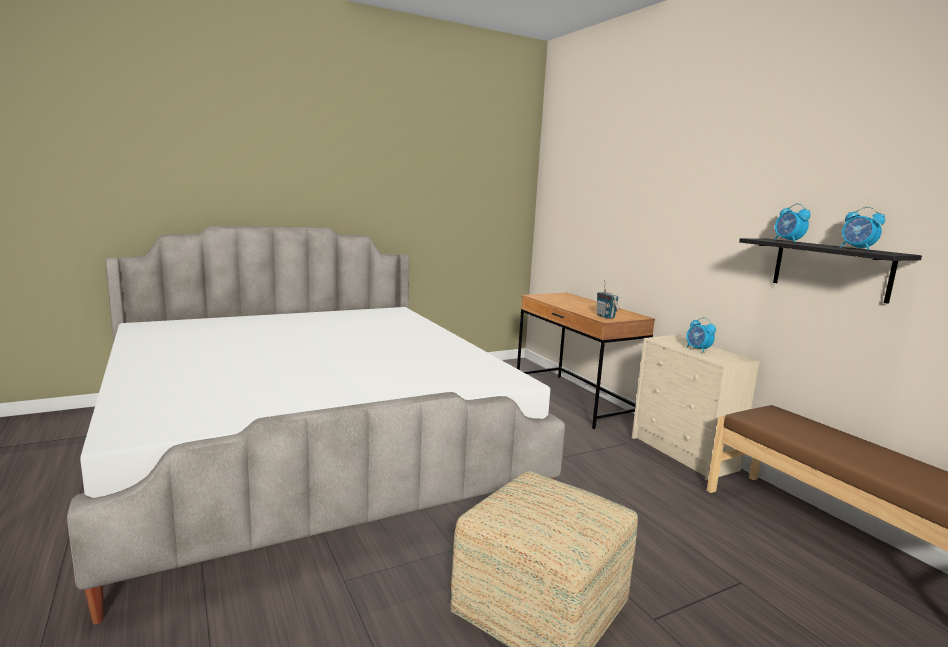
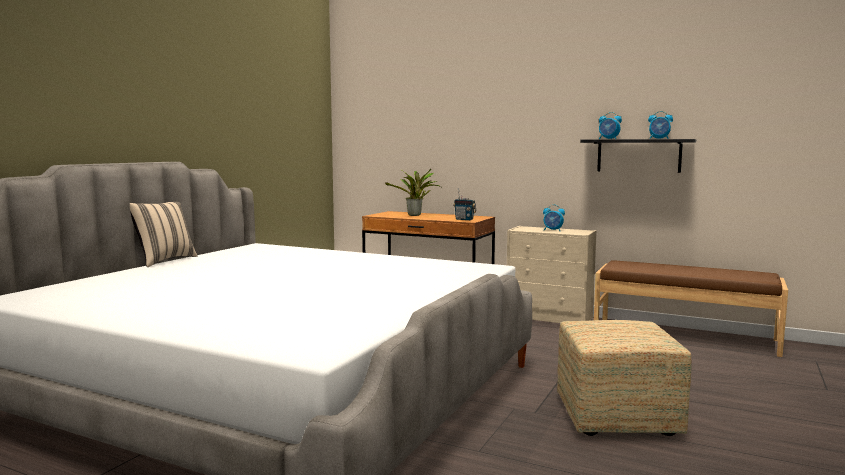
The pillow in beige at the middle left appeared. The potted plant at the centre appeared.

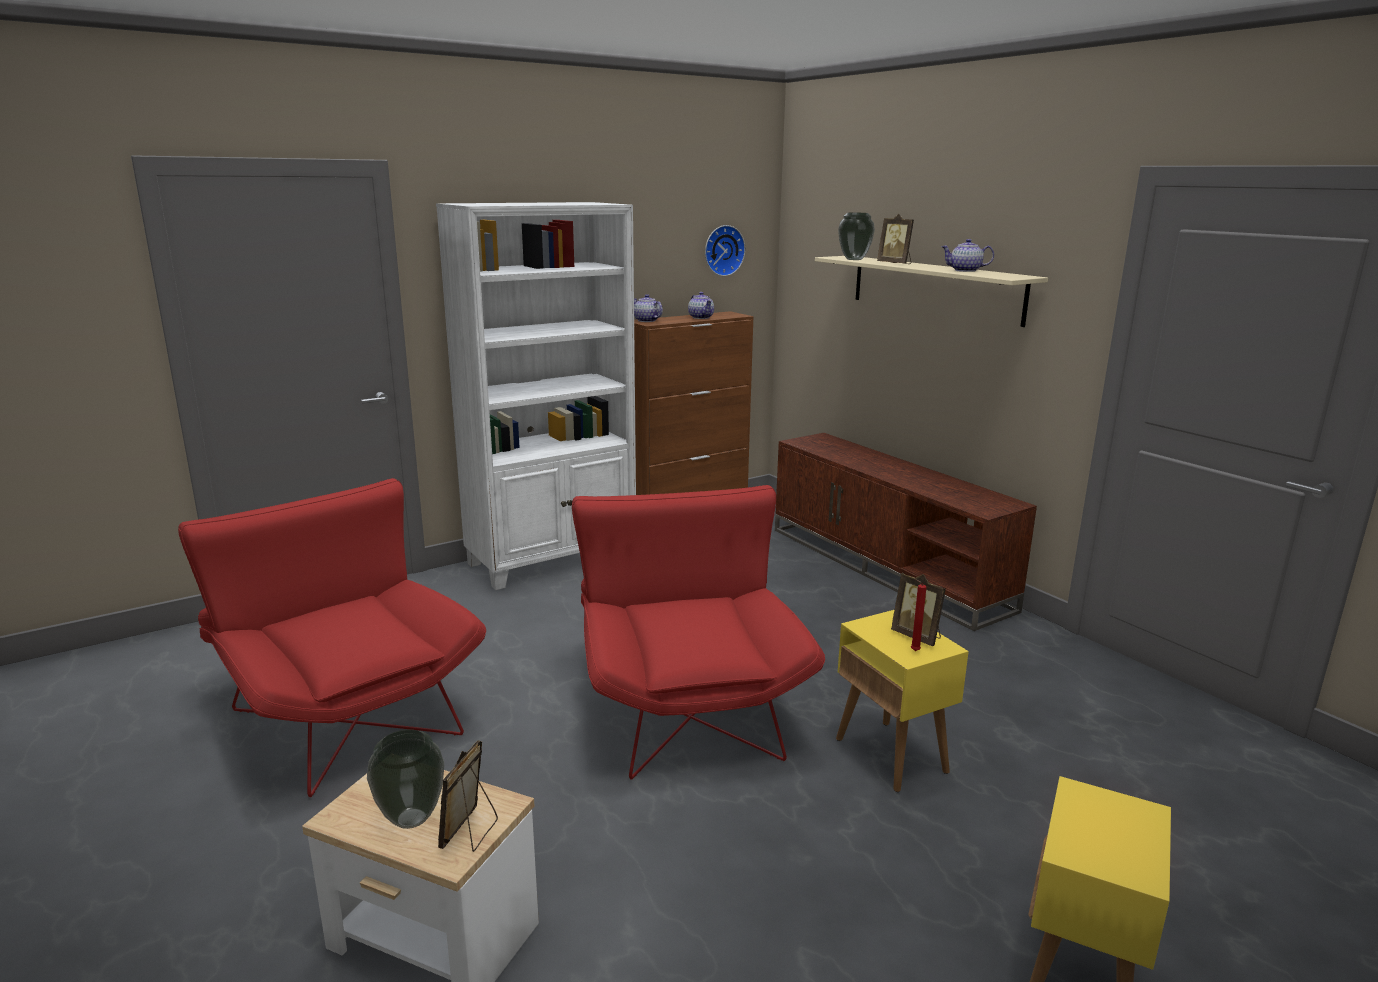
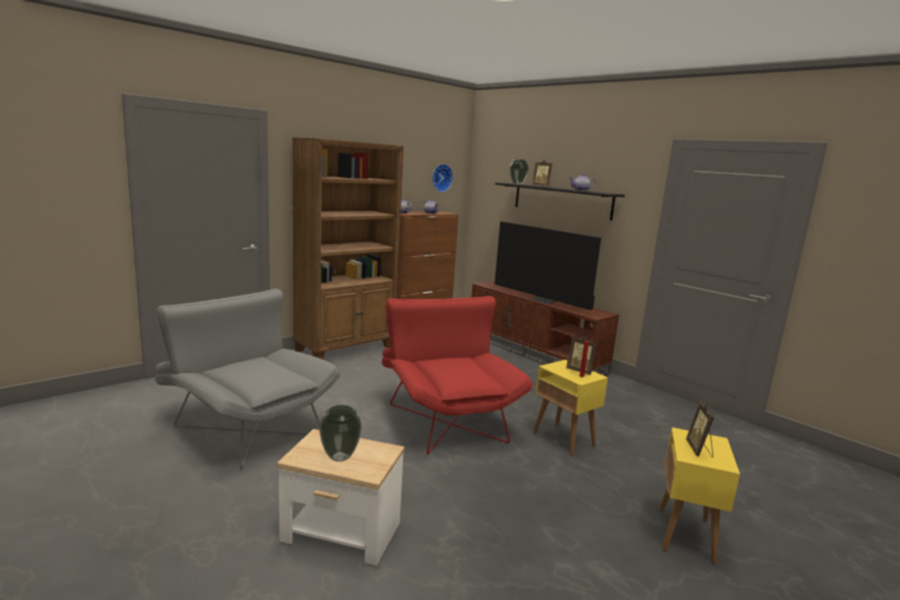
The television at the centre appeared. The picture frame (no. 1 from left in the first image) moved from the bottom centre to the bottom right. The armchair in red (no. 1 from left) at the middle left became the armchair in grey at the middle left. The bookcase in white at the centre became the bookcase in brown at the centre. The shelf in beige at the top right became the shelf in black at the centre.

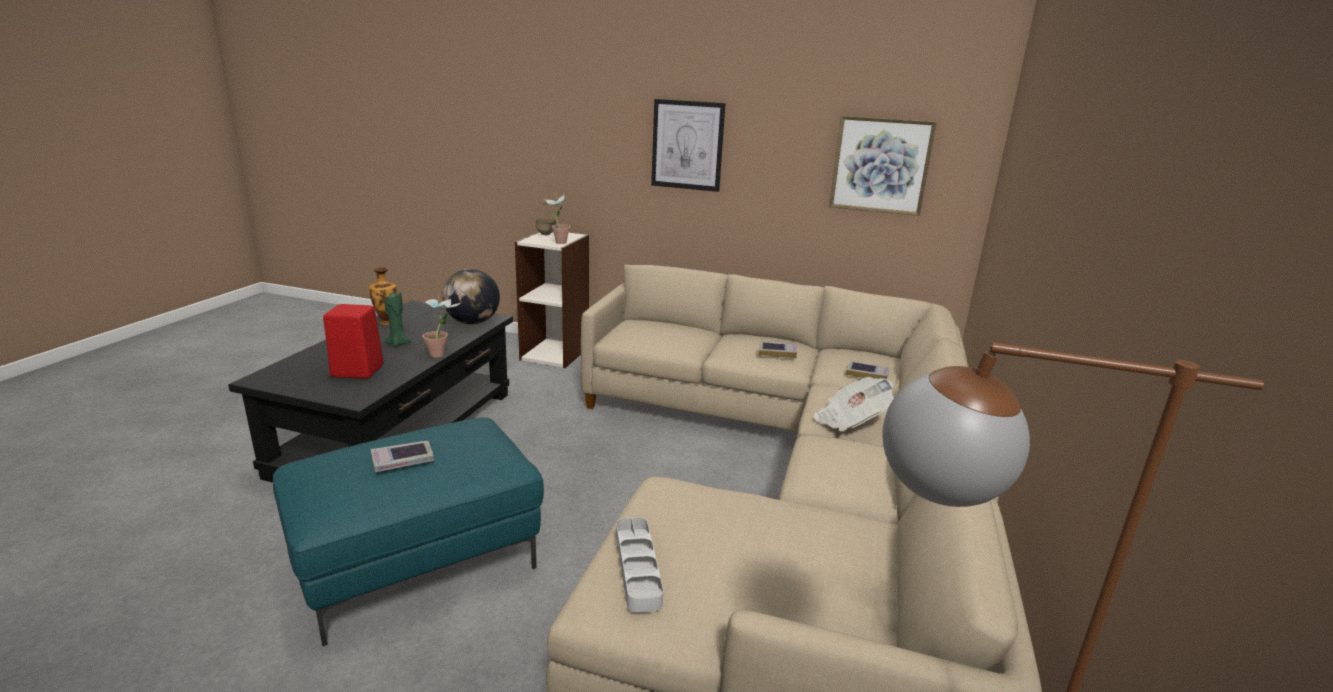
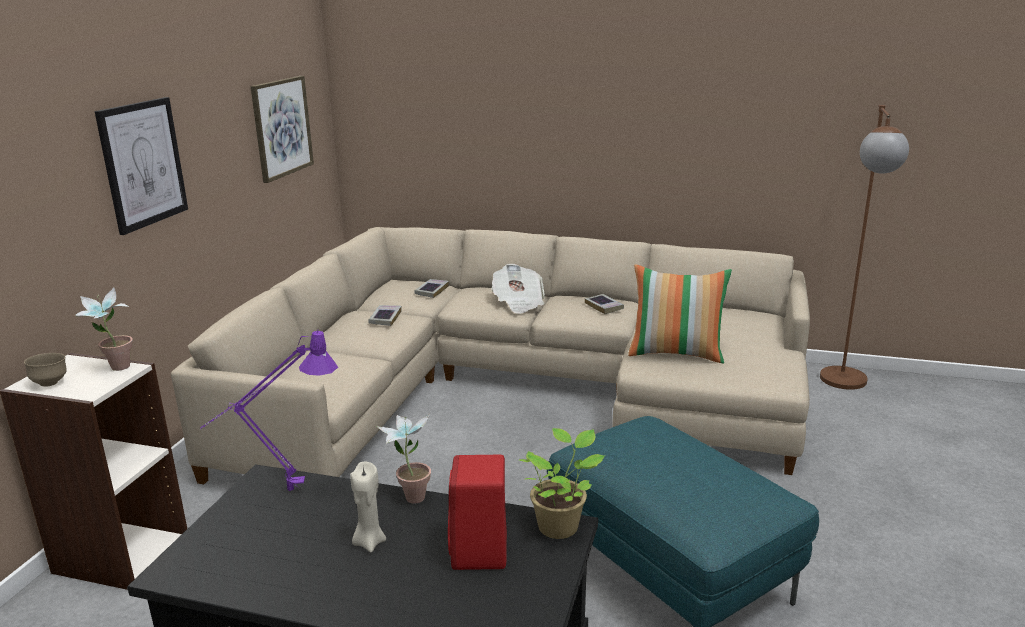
The vase at the middle left disappeared. The tray in grey at the bottom centre disappeared. The potted plant (no. 3 from left) at the bottom centre appeared. The pillow at the centre appeared. The book (no. 1 from left in the first image) moved from the middle left to the centre. The globe at the centre was replaced by the table lamp in purple at the middle left. The candle in green at the middle left became the candle in beige at the bottom centre.

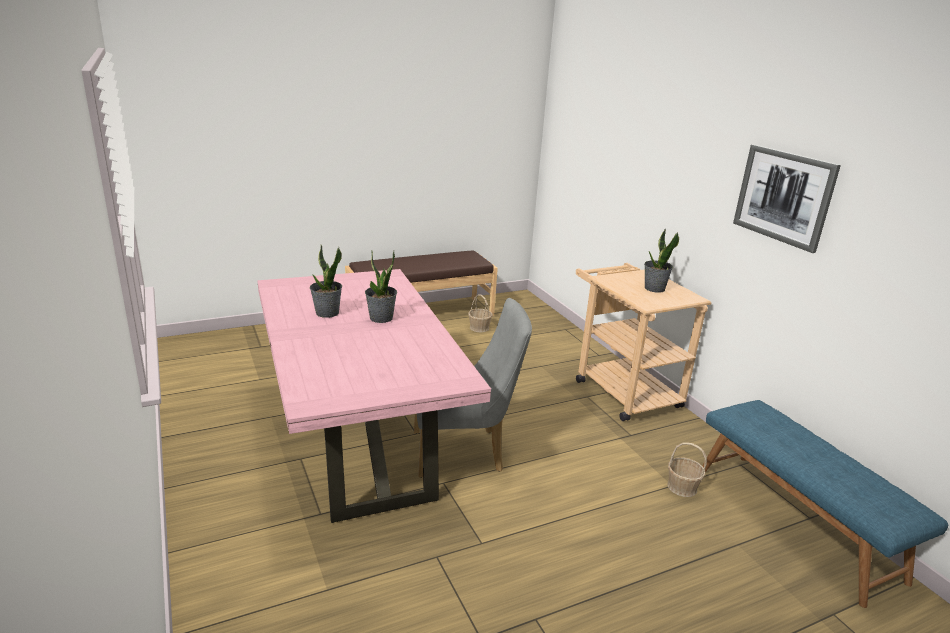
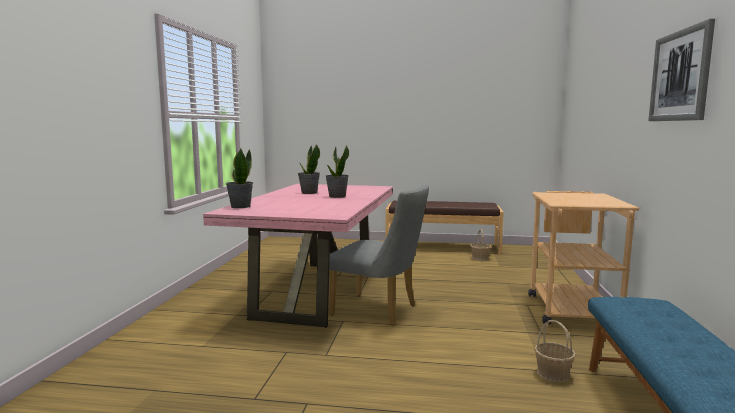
The potted plant (no. 3 from left in the first image) moved from the middle right to the middle left.

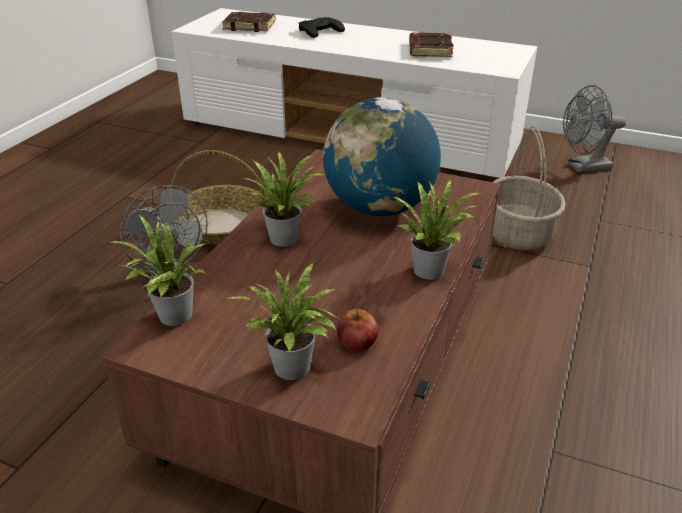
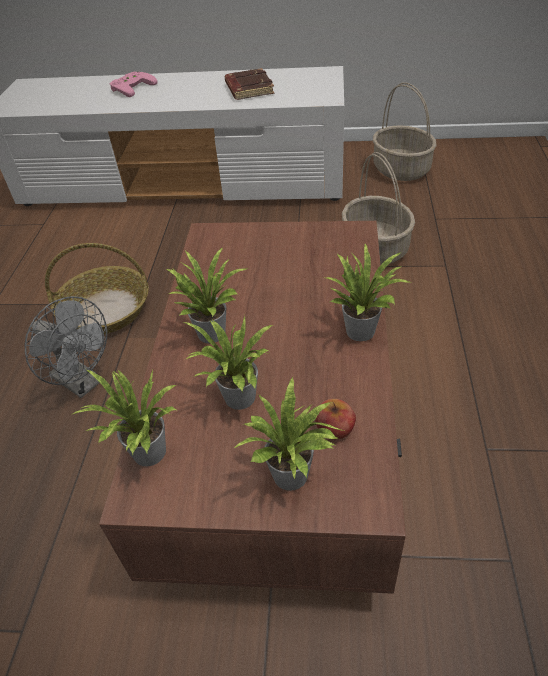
The book in brown (no. 1 from left) at the top centre disappeared. The globe at the top centre disappeared. The potted plant (no. 3 from left) at the centre appeared. The fan in grey (no. 2 from left) at the top right was replaced by the basket (no. 3 from left) at the top right. The game controller in black at the top centre became the game controller in pink at the top left.

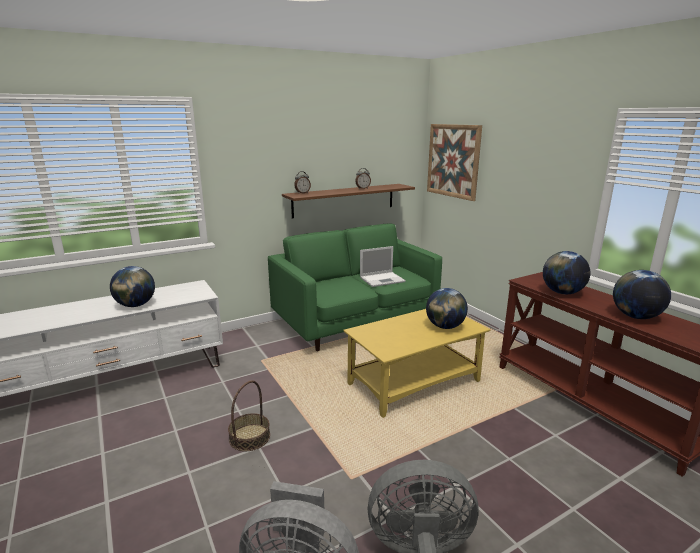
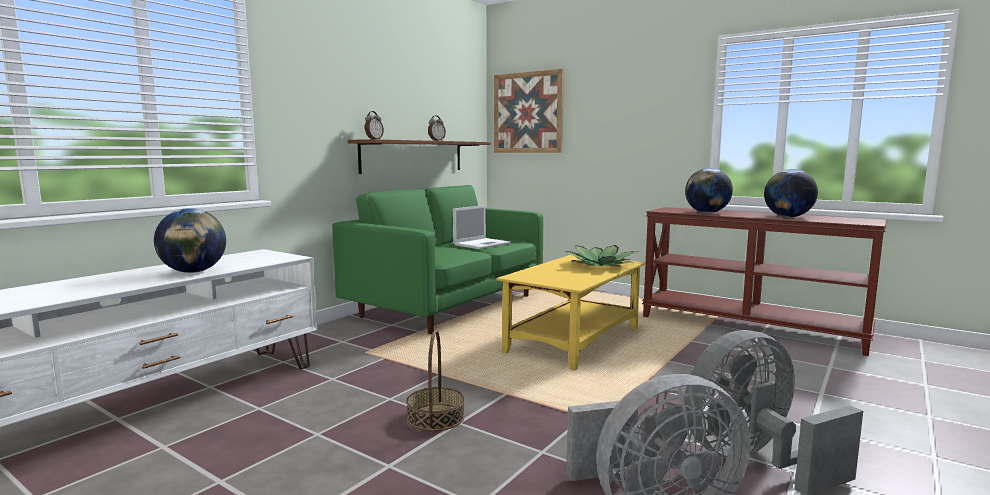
The globe (no. 2 from left) at the centre was replaced by the potted plant at the centre.

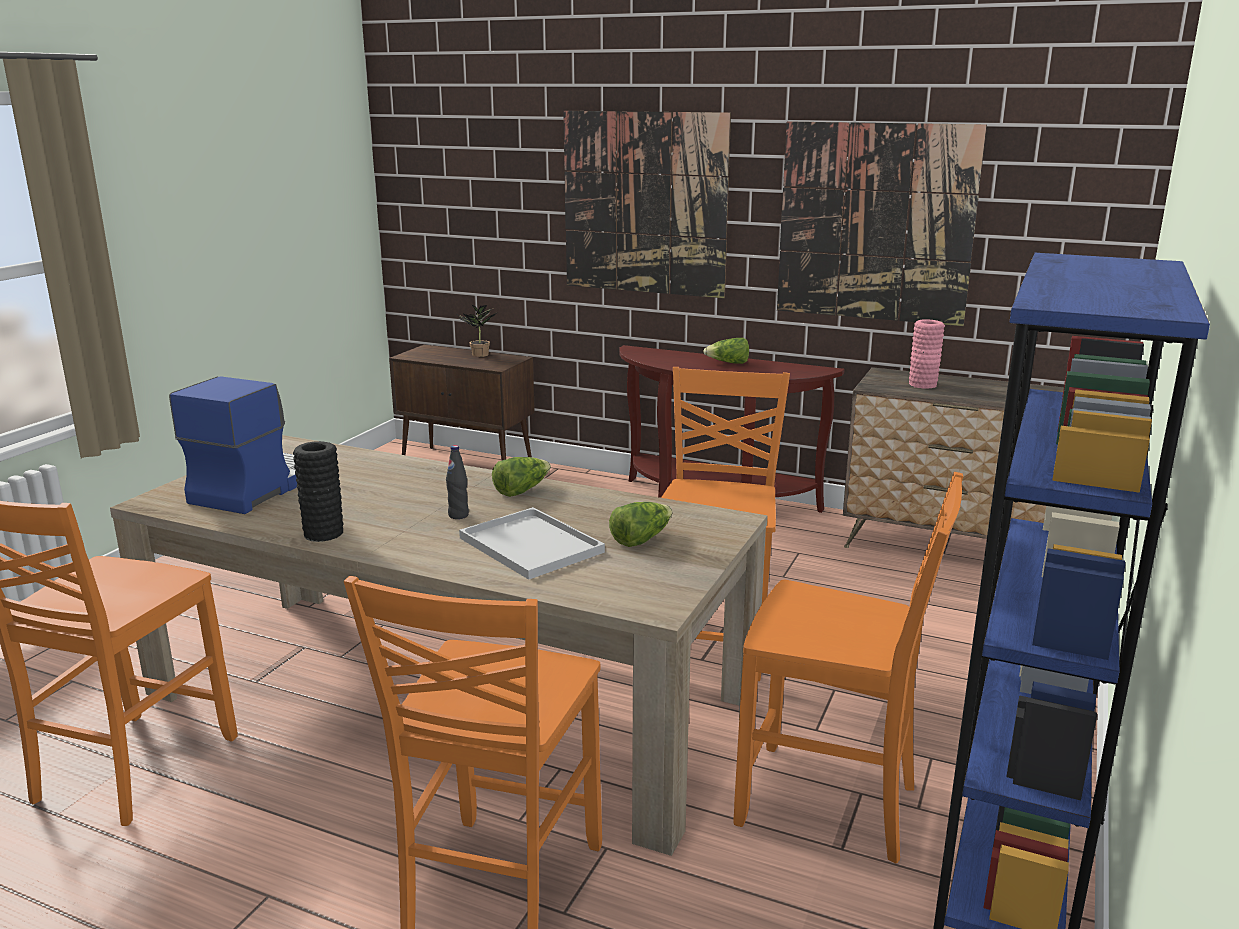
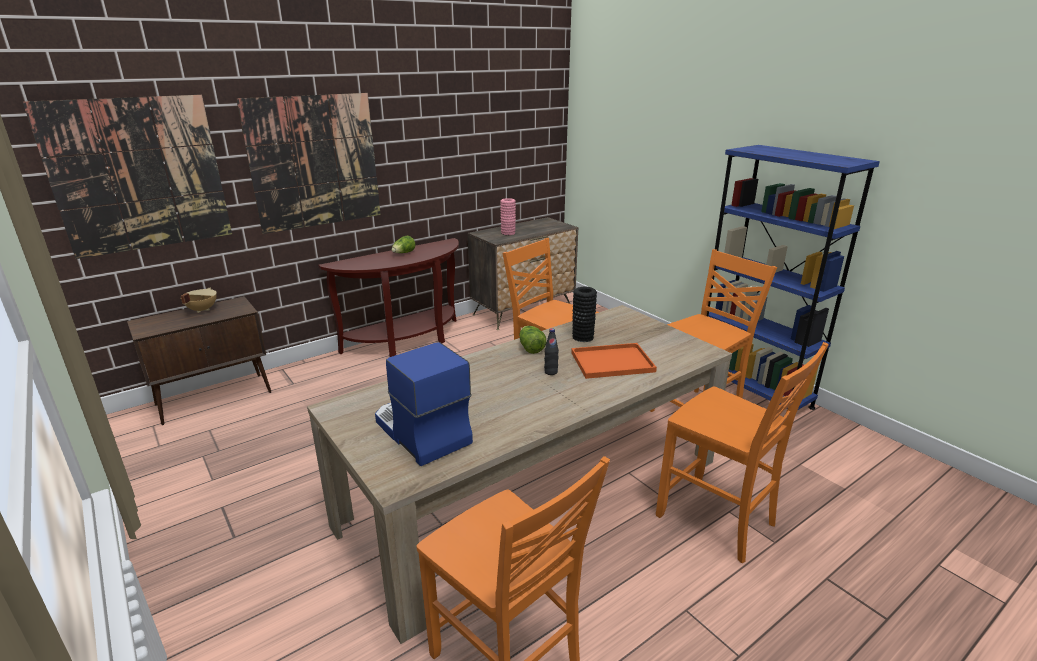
The lettuce (no. 2 from left) at the centre disappeared. The vase in black moved from the middle left to the centre. The picture (no. 2 from left in the first image) moved from the top right to the top left. The potted plant at the centre was replaced by the cooking pot in beige at the middle left. The tray in white at the centre became the tray in orange at the centre.

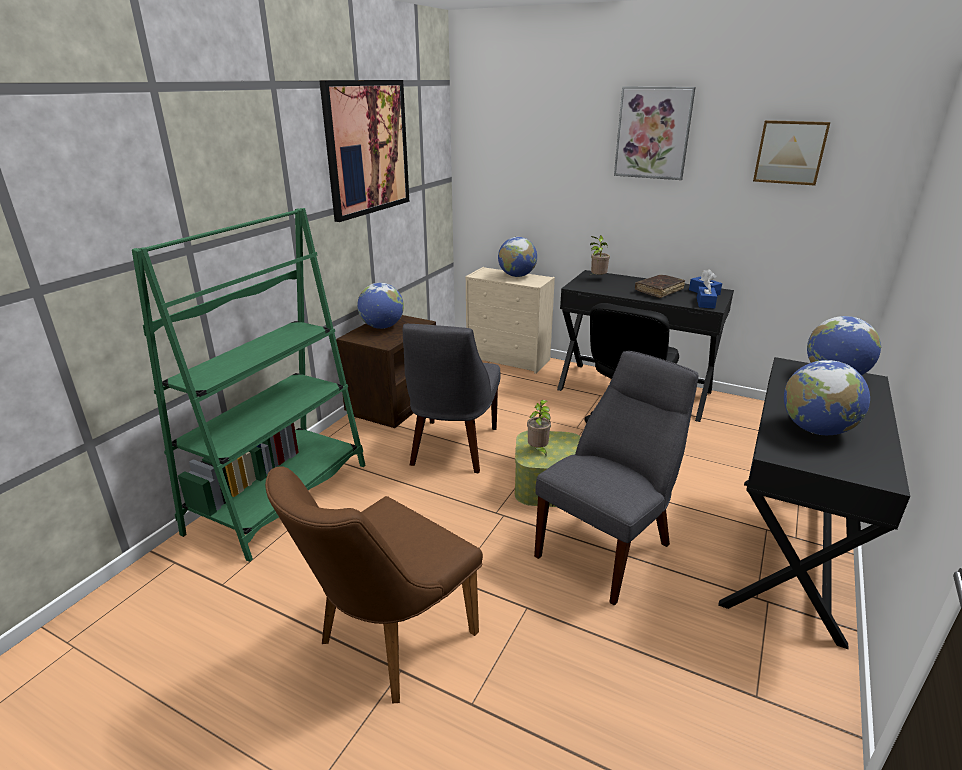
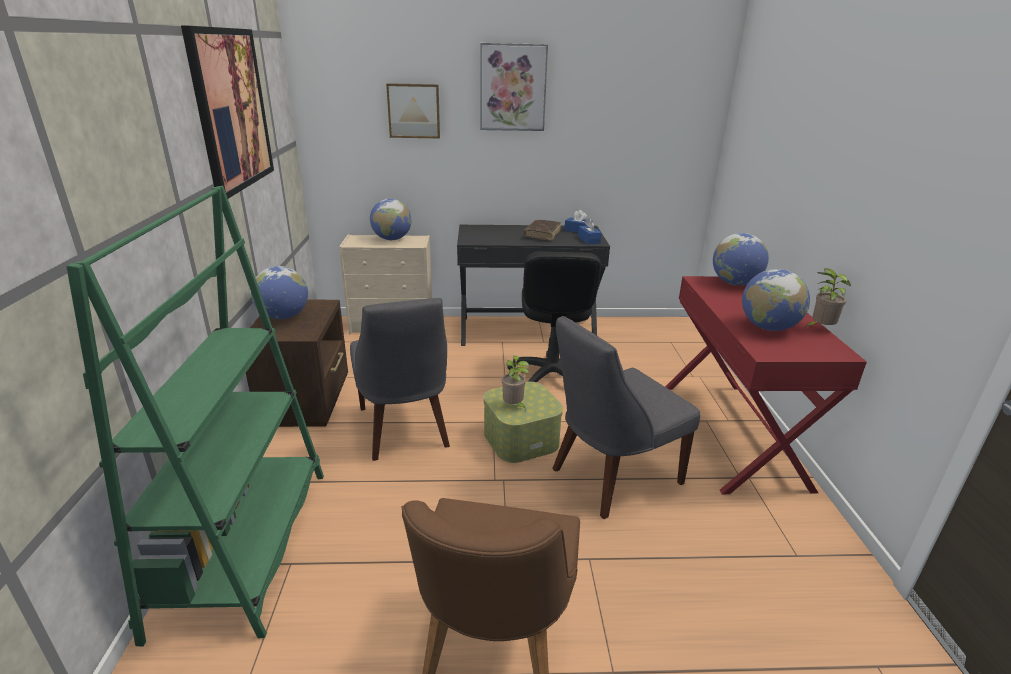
The potted plant (no. 2 from left) moved from the top centre to the middle right. The picture (no. 3 from left in the first image) moved from the top right to the top centre. The desk in black (no. 2 from left) at the middle right became the desk in red at the middle right. The chair in grey (no. 2 from left) at the centre turned 135 degrees counterclockwise.

